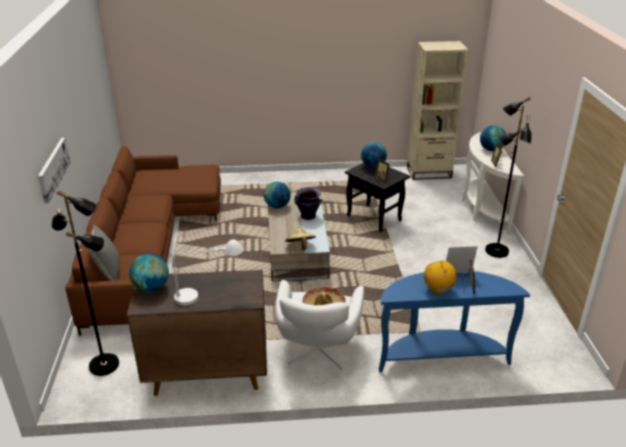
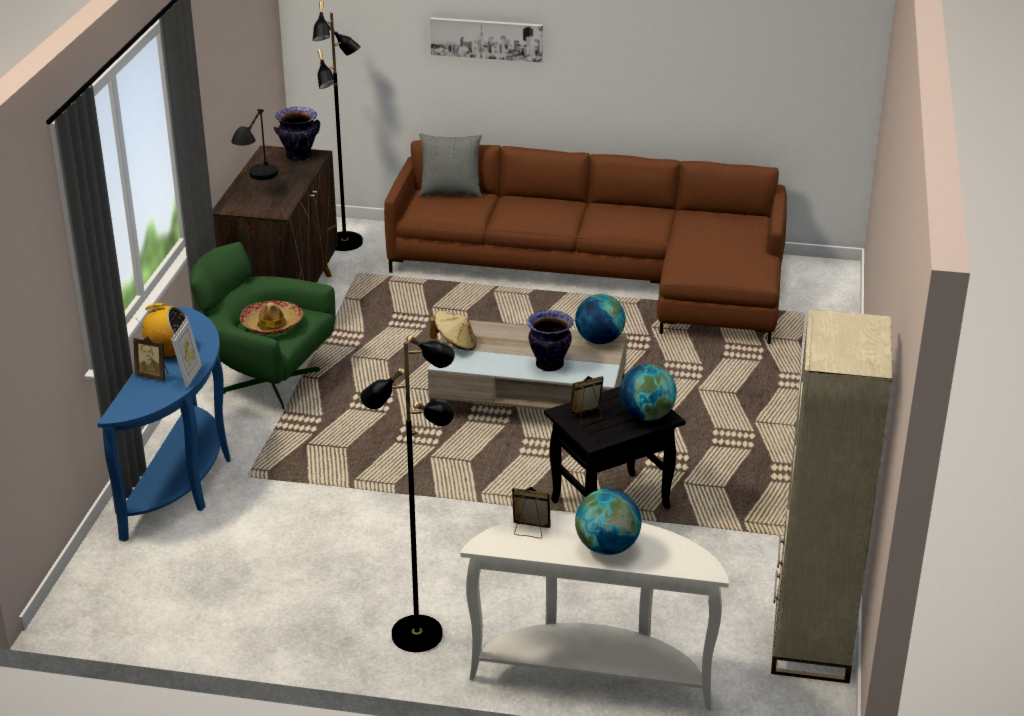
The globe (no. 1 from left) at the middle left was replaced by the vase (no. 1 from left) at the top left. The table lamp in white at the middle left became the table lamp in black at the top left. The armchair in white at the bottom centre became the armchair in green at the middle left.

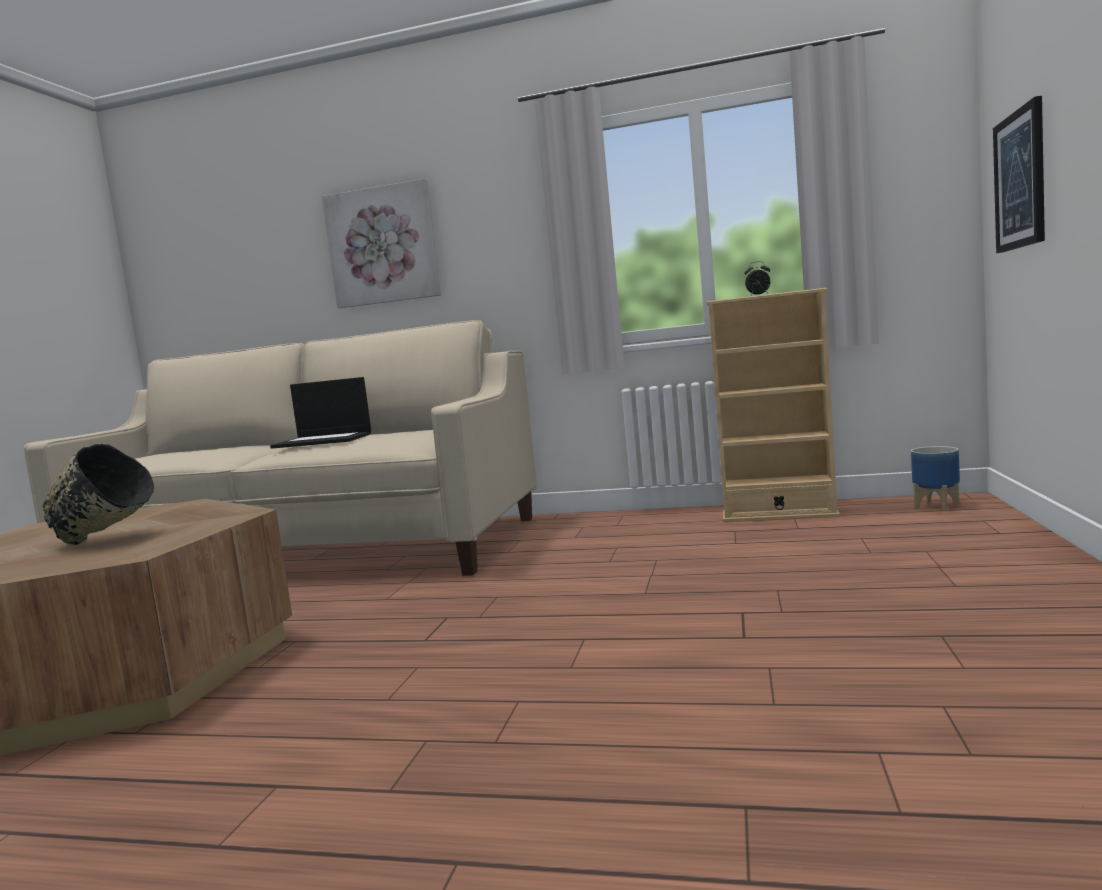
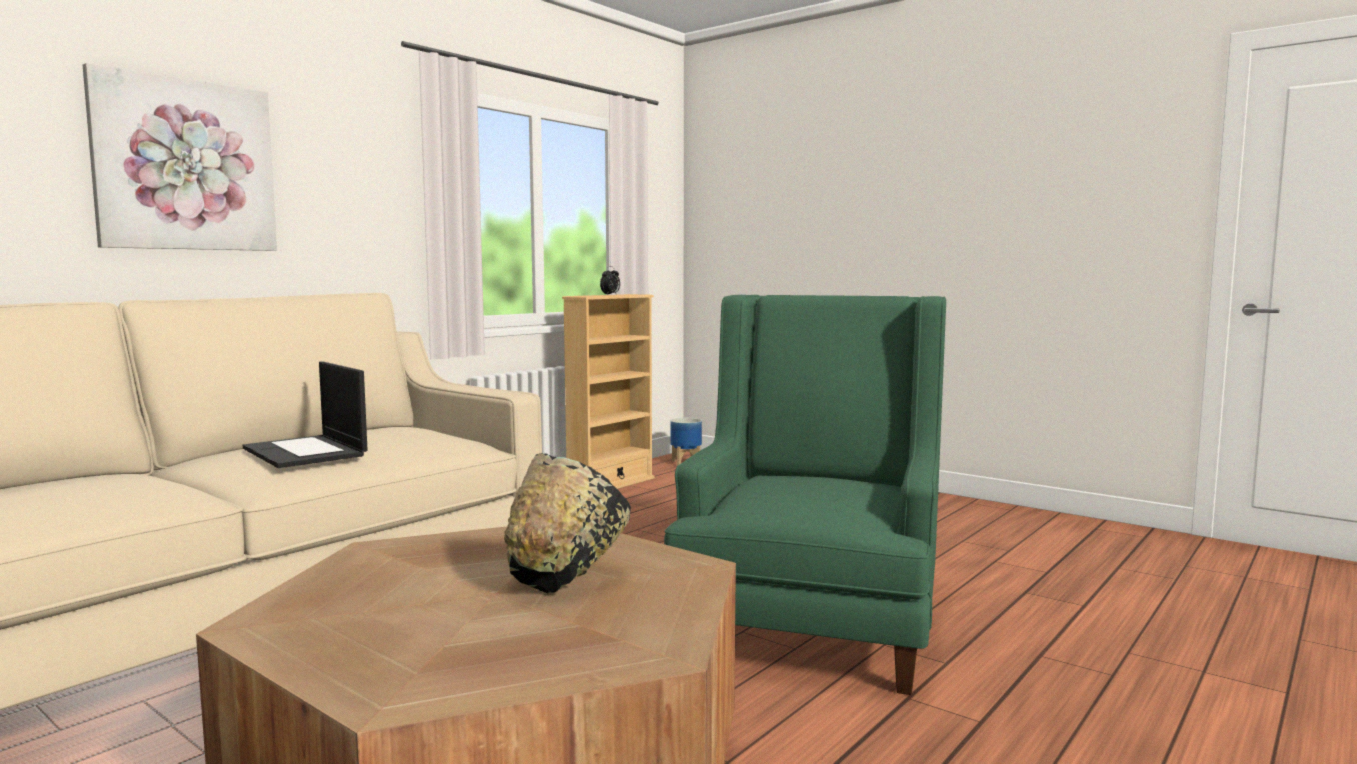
The picture (no. 2 from left) at the top right disappeared. The armchair in green at the centre appeared. The laptop at the middle left turned 105 degrees clockwise.

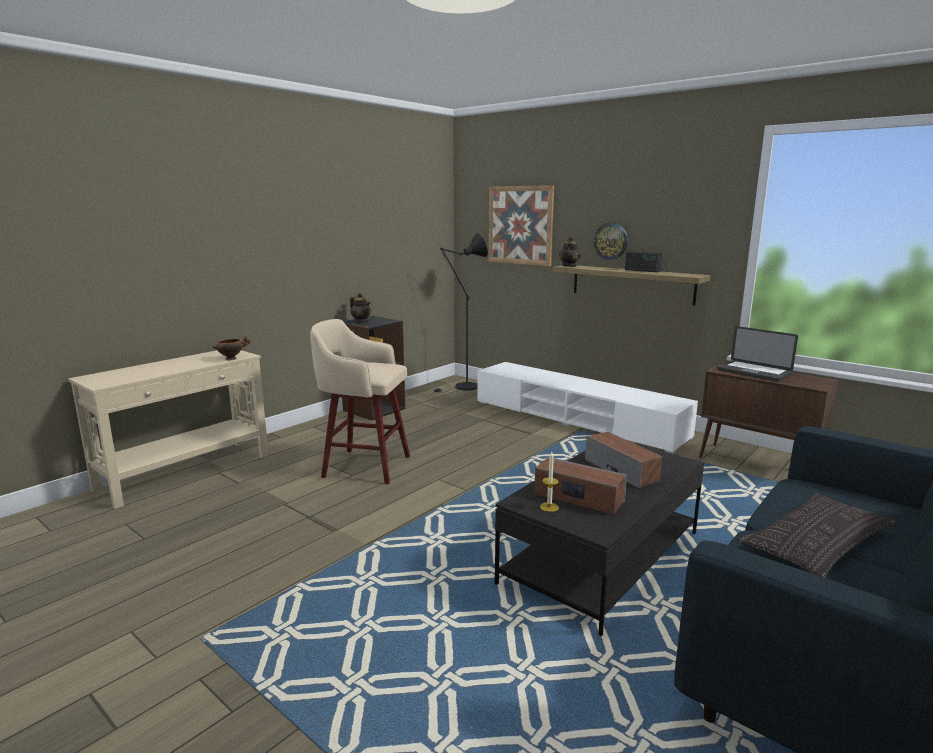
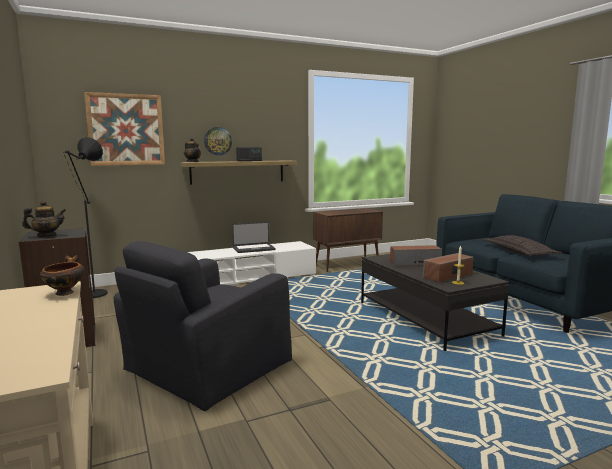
The laptop moved from the middle right to the centre. The stool in beige at the centre was replaced by the armchair in black at the bottom left.

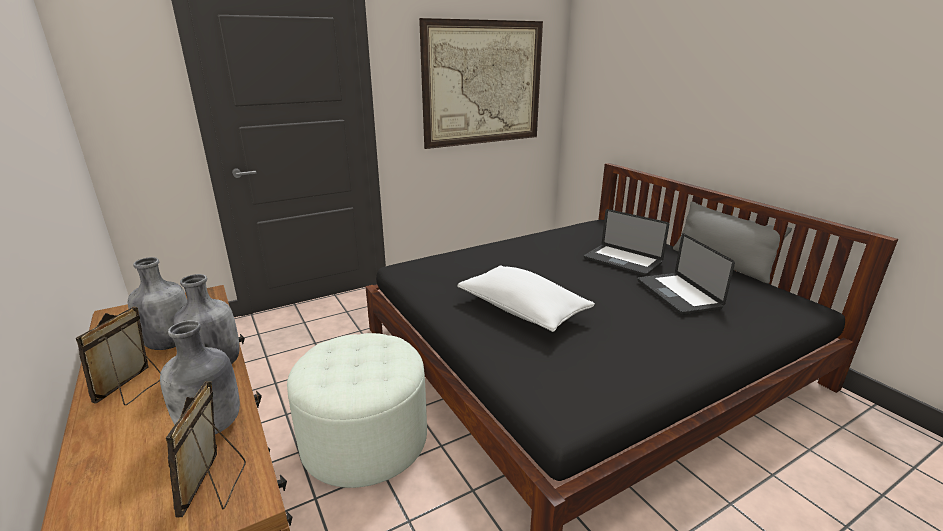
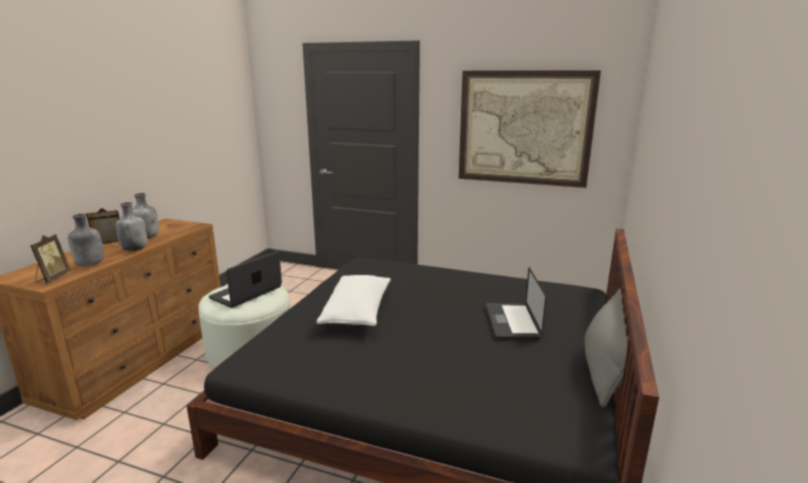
The laptop (no. 2 from left in the first image) moved from the middle right to the middle left. The picture frame (no. 2 from left in the first image) at the bottom left turned 135 degrees clockwise.

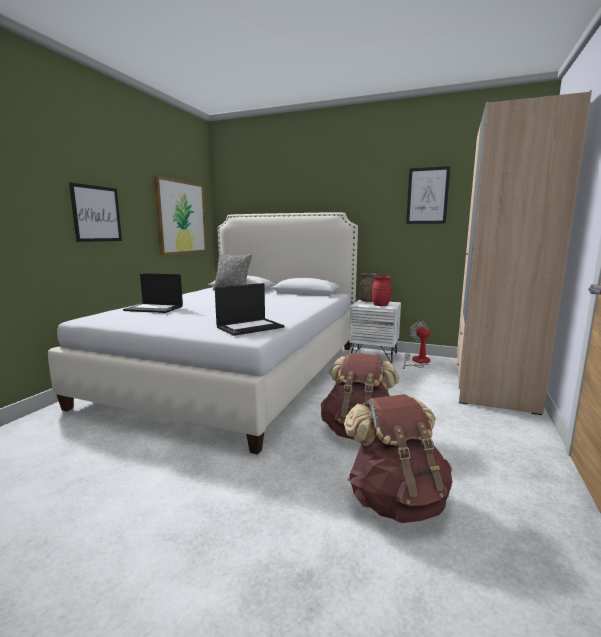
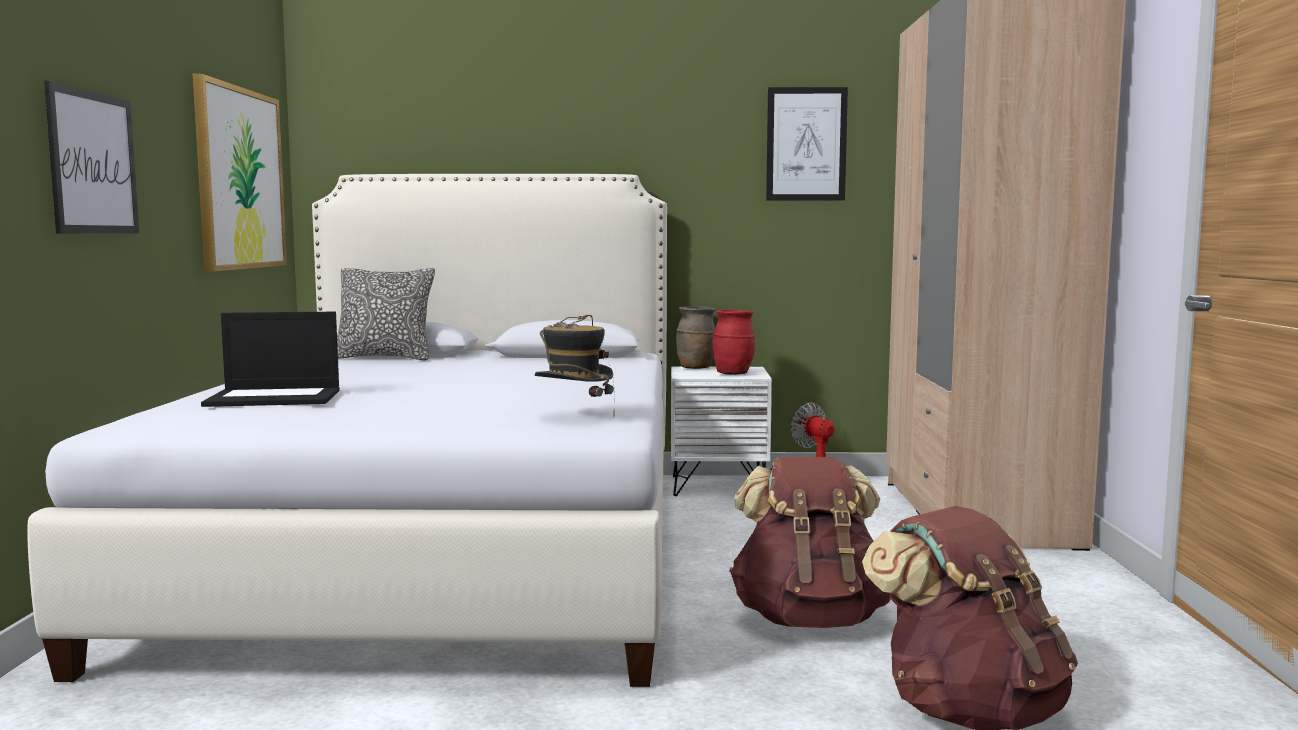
The laptop (no. 2 from left) at the centre was replaced by the hat at the centre.

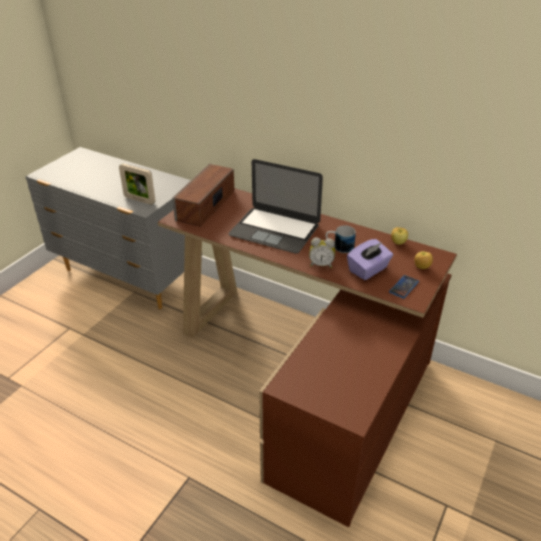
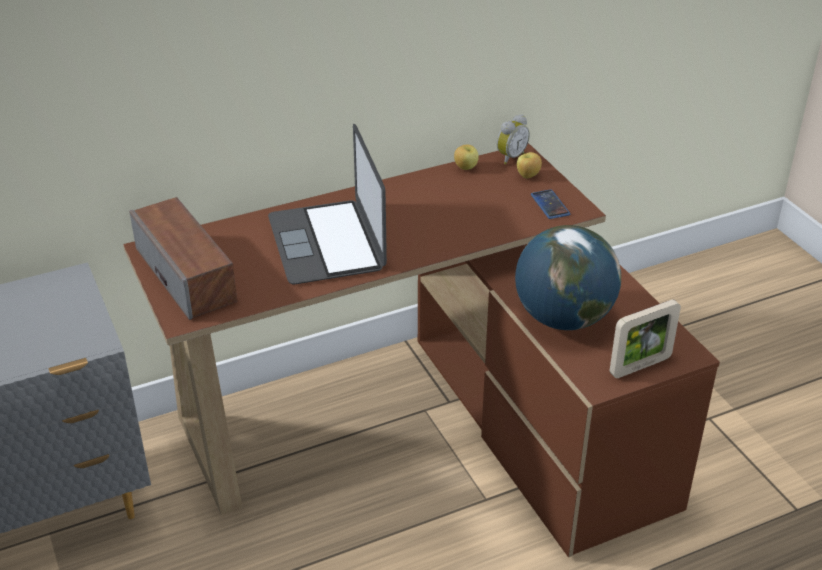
The mug at the centre disappeared. The tissue box in purple at the middle right disappeared. The globe at the middle right appeared. The picture frame moved from the middle left to the middle right. The alarm clock moved from the centre to the top centre. The laptop at the centre turned 105 degrees clockwise.

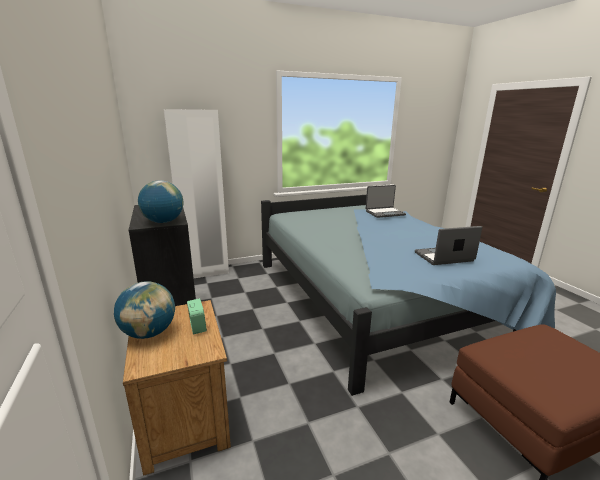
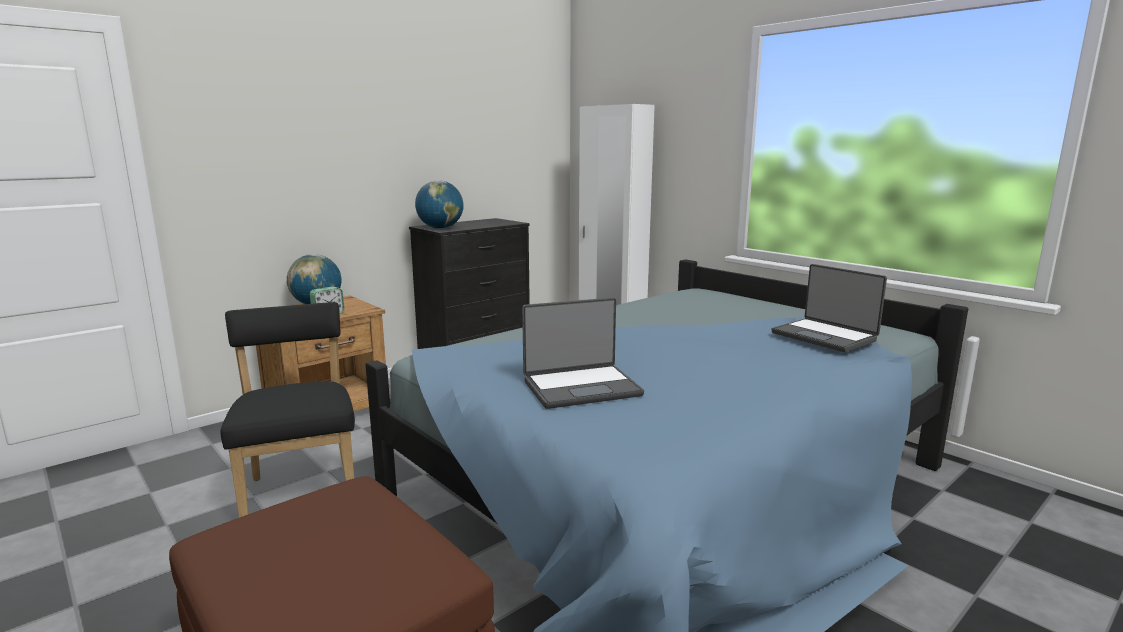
The chair in black at the middle left appeared. The laptop (no. 2 from left in the first image) at the middle right turned 105 degrees clockwise.

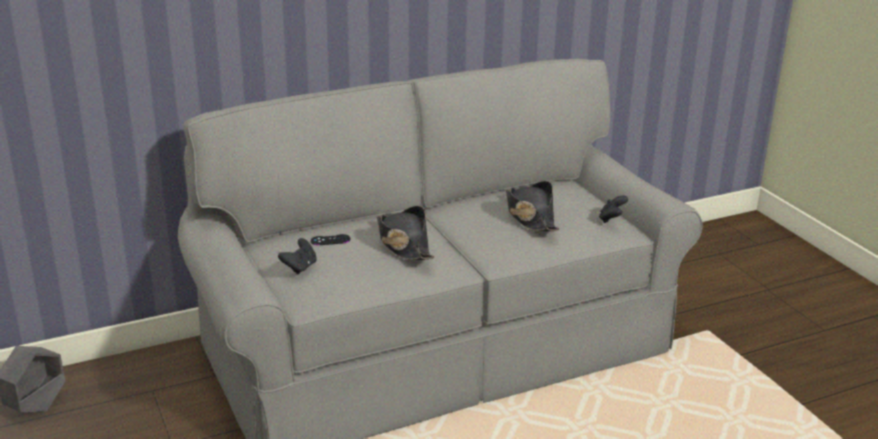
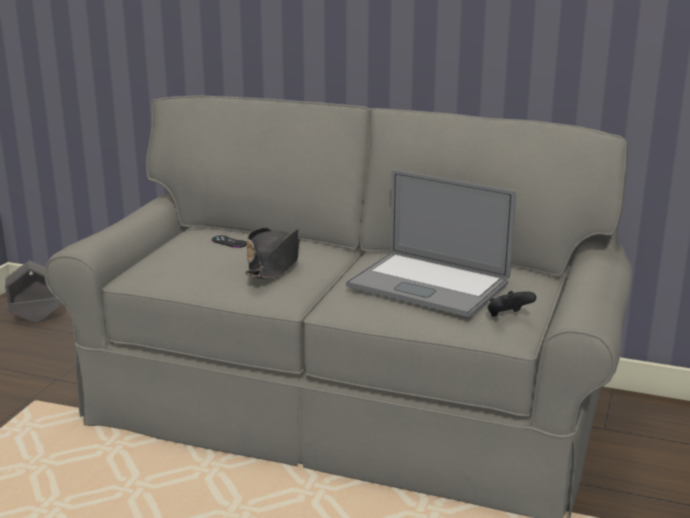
The game controller in black (no. 1 from left) at the centre disappeared. The hat in black (no. 2 from left) at the centre was replaced by the laptop at the centre.

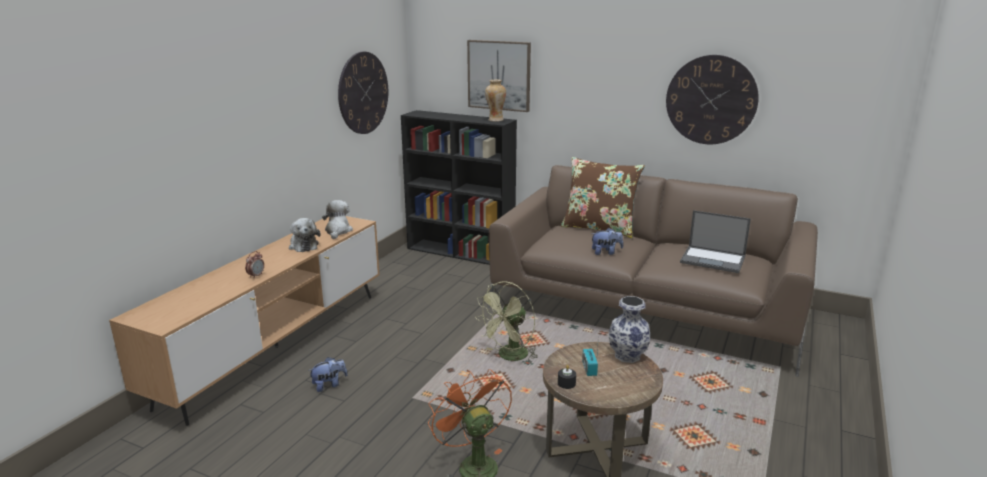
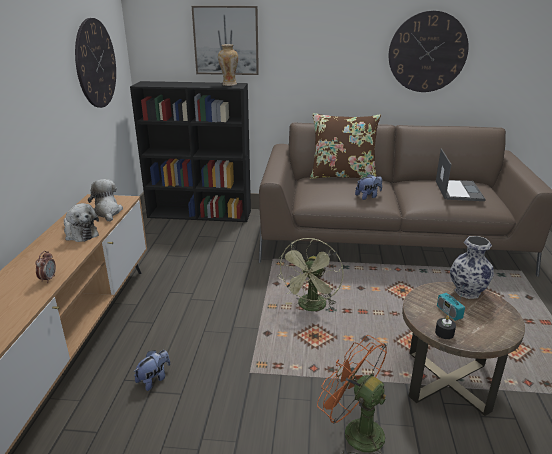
The laptop at the middle right turned 90 degrees counterclockwise.

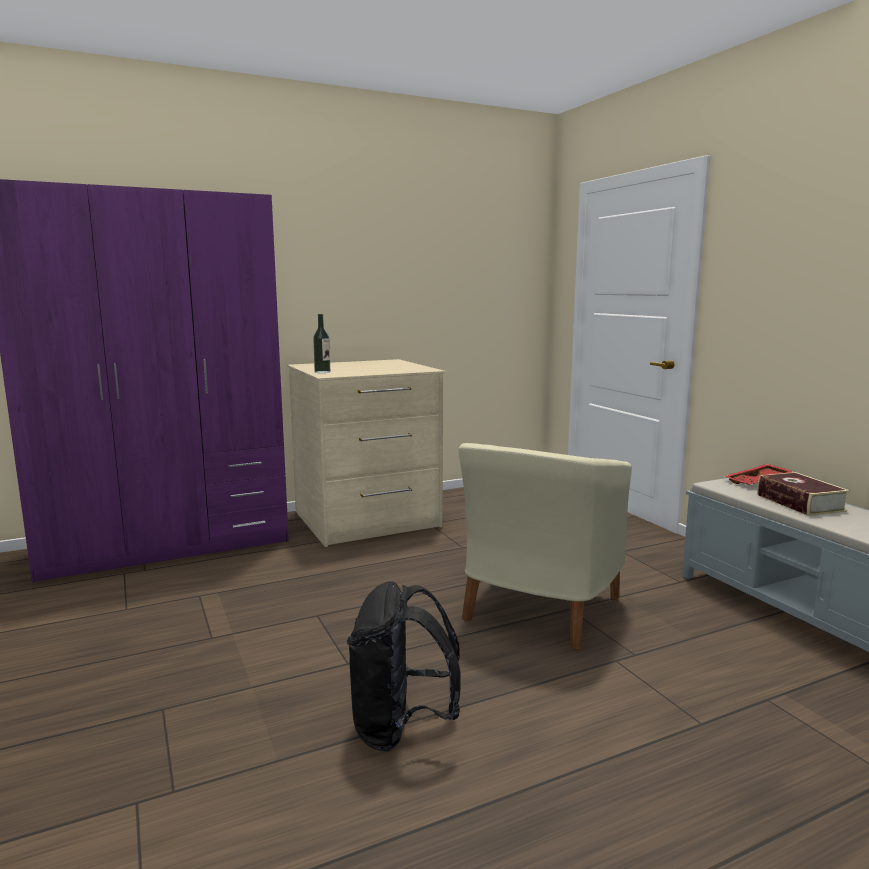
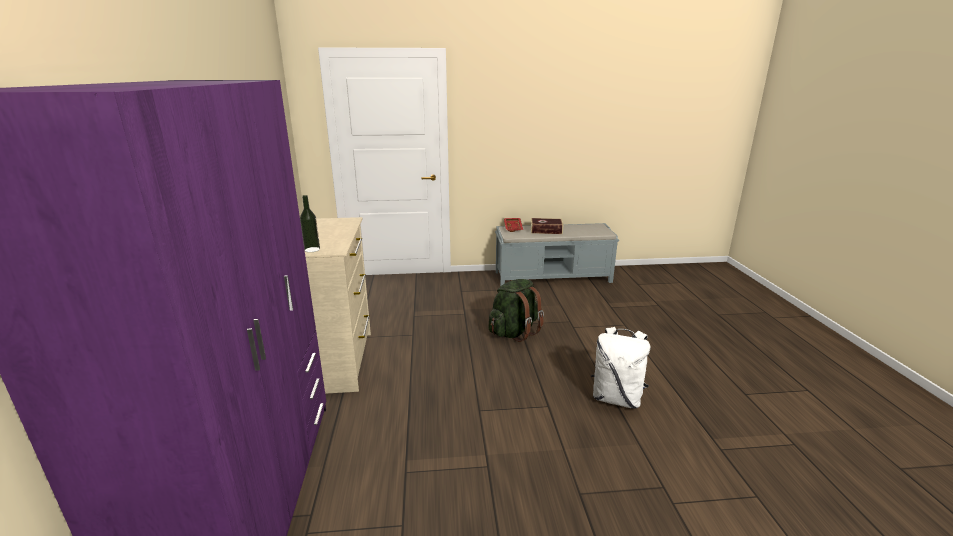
The armchair in beige at the centre was replaced by the backpack in green at the centre. The backpack in black at the bottom centre became the backpack in white at the bottom centre.

